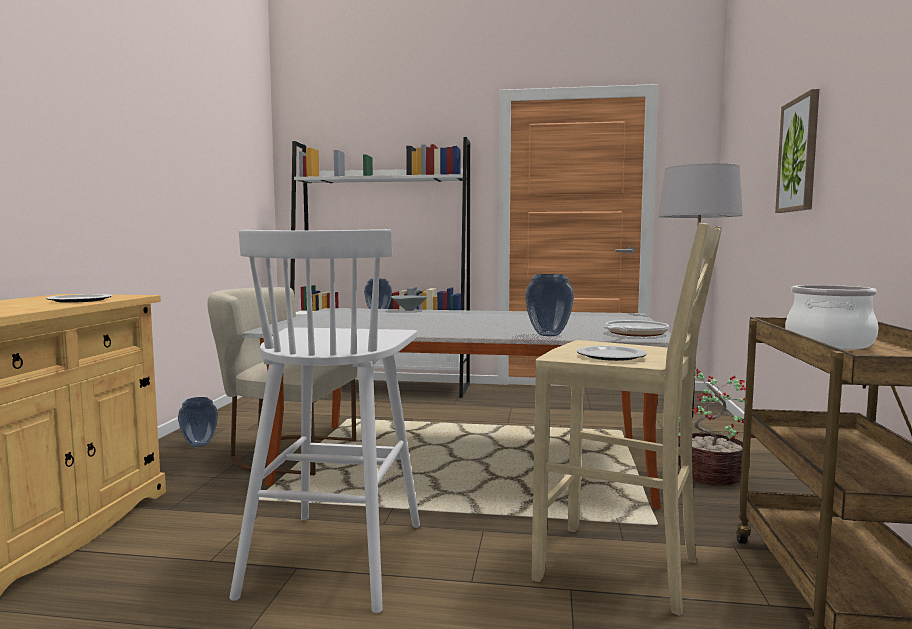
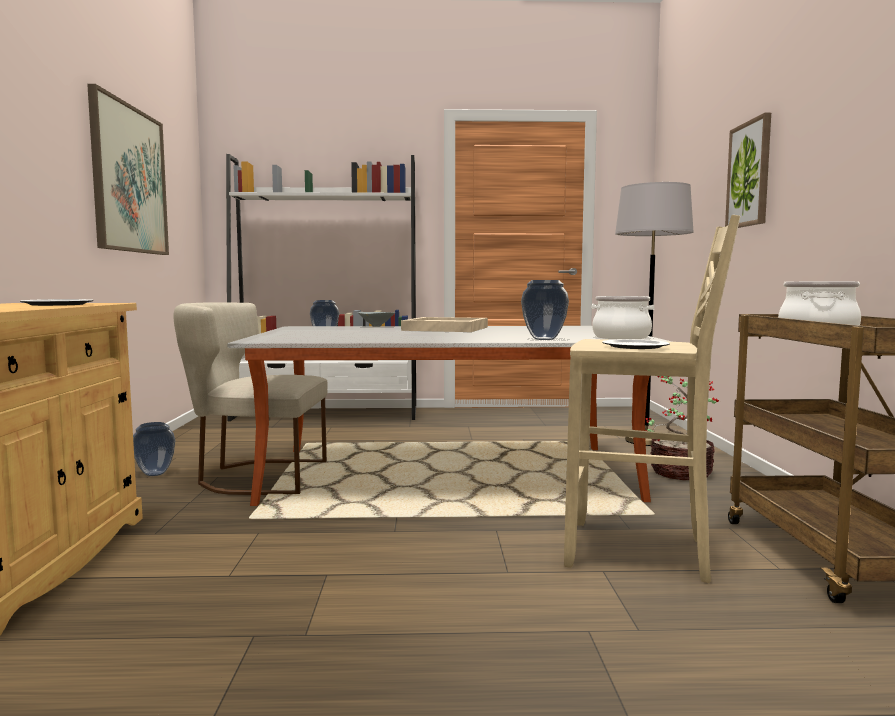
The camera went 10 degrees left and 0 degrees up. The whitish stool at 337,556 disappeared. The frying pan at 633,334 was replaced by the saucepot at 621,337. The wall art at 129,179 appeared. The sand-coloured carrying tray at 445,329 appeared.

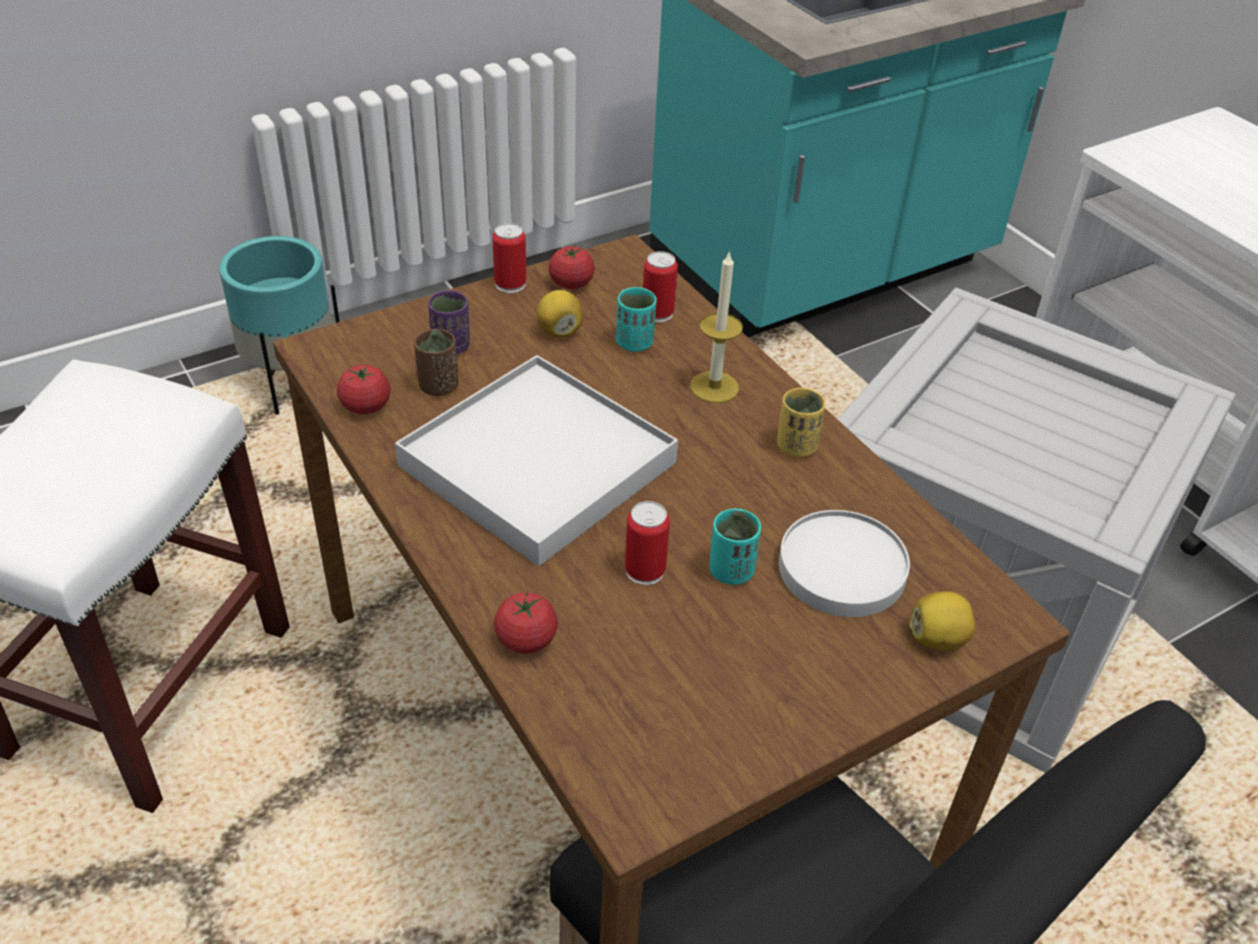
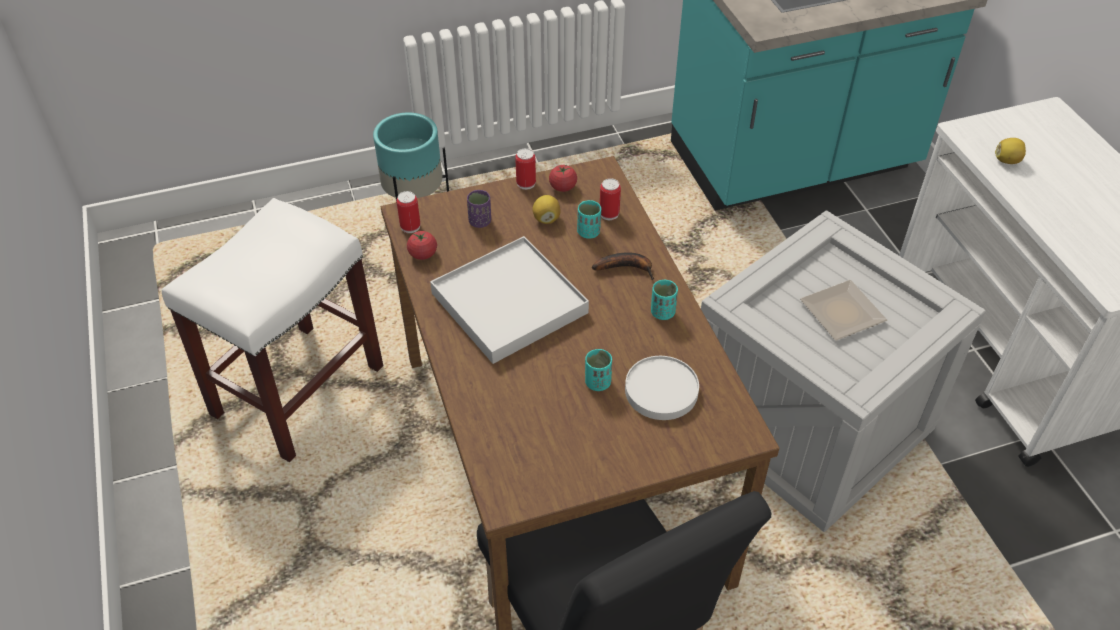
The camera went 15 degrees right and 5 degrees up. The brownish cup at 438,386 disappeared. The whole tomato at 526,639 disappeared. The sealed can moved from 645,570 to 410,226. The wax light at 714,387 was replaced by the banana at 627,268. The yellowish cup at 796,446 became the turquoise-coloured cup at 662,312. The whole lemon moved from 938,639 to 1007,160. The plate at 841,315 appeared.

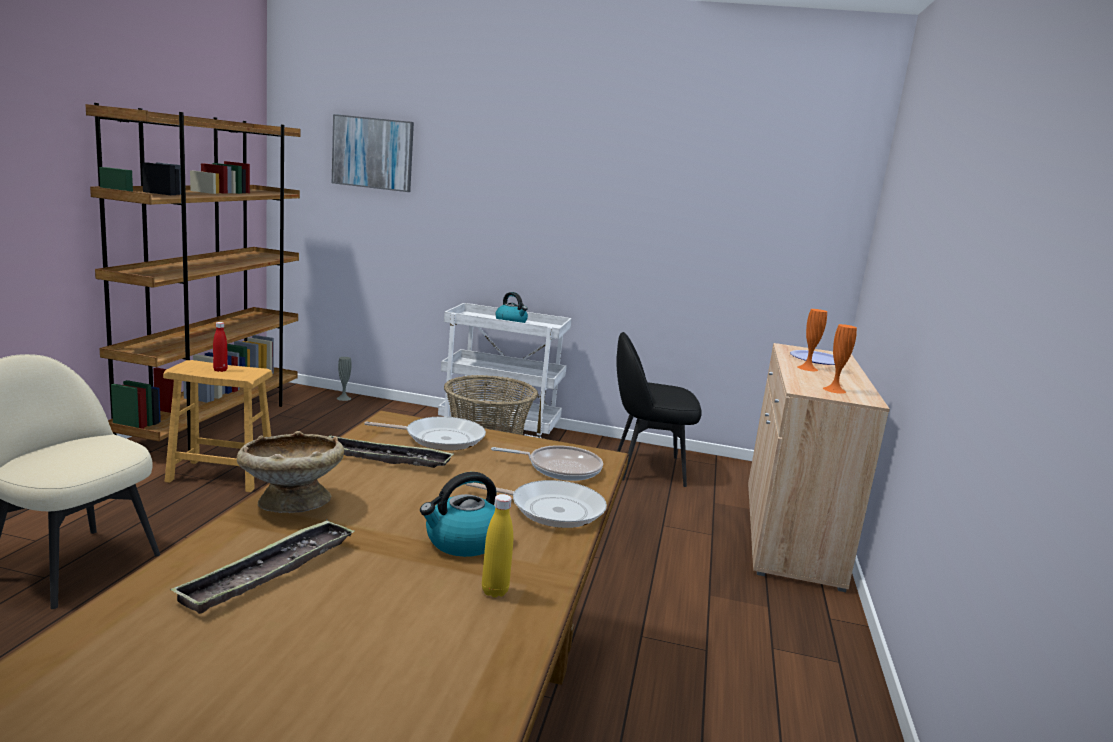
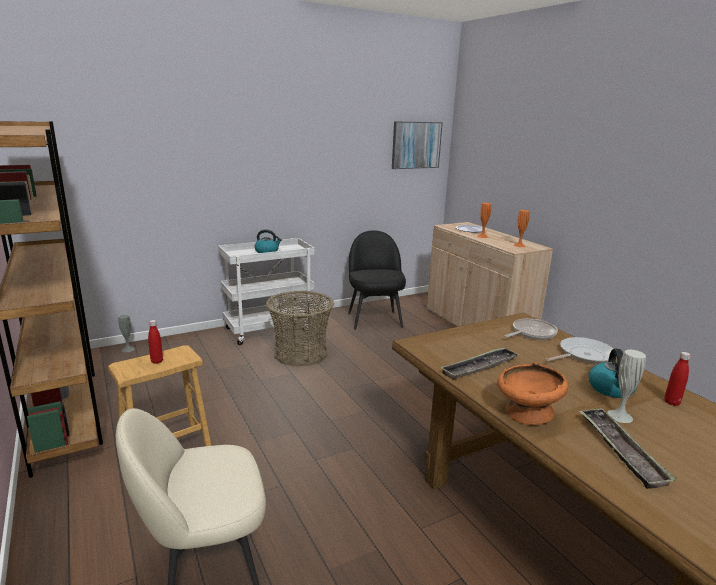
The camera went 40 degrees left and 5 degrees up. The sand-coloured deep dish at 290,503 became the orange-coloured deep dish at 526,414. The wall art moved from 373,153 to 416,145. The frying pan at 440,438 disappeared. The yellowish drink bottle at 494,591 became the reddish drink bottle at 671,402. The black-coloured plain chair at 646,468 turned 120 degrees clockwise. The whitish flower vase at 619,416 appeared.

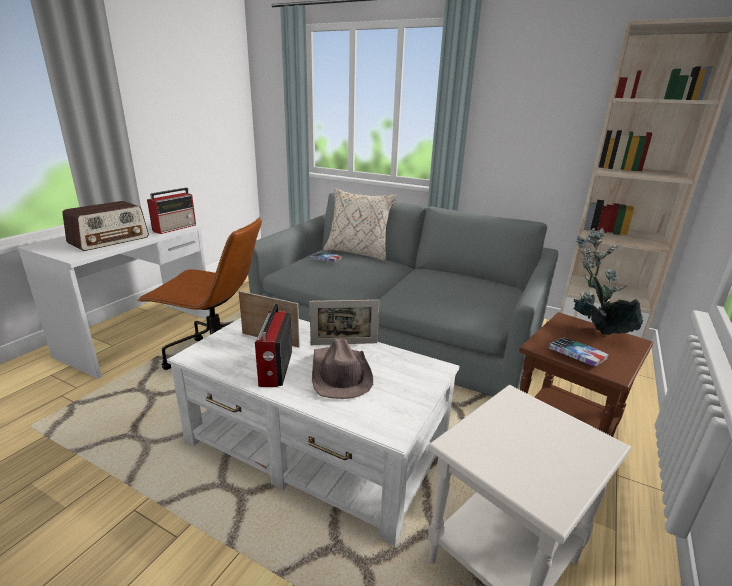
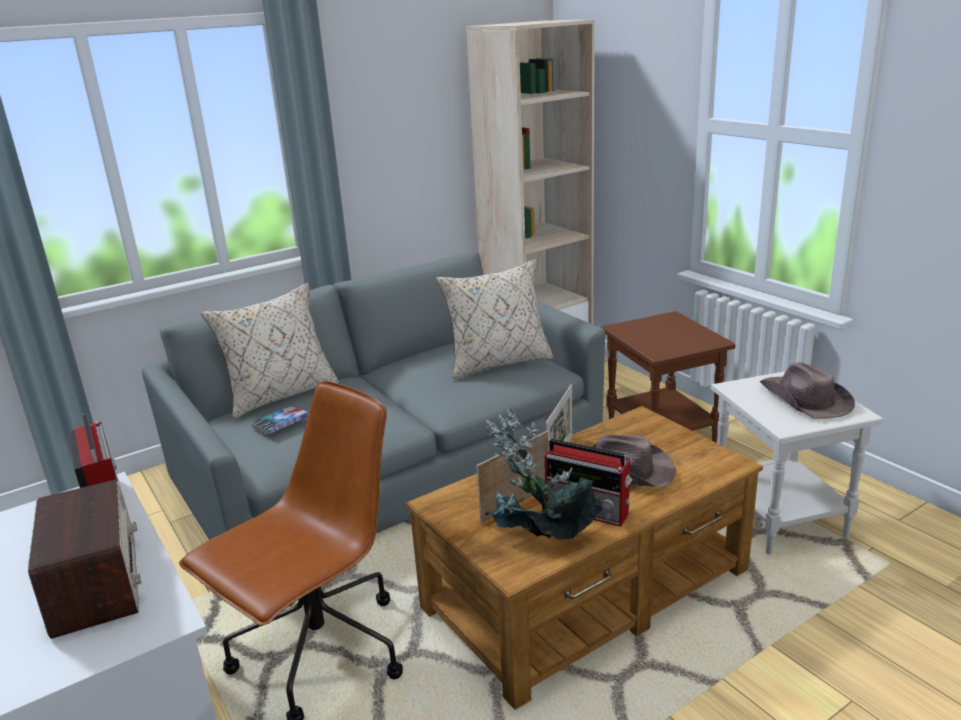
The camera went 60 degrees left and 0 degrees up. The whitish low table at 315,446 became the brownish low table at 589,589. The volume at 577,356 disappeared. The potted plant moved from 593,333 to 539,543. The sand-coloured cushion at 497,363 appeared. The brownish hat at 804,399 appeared.

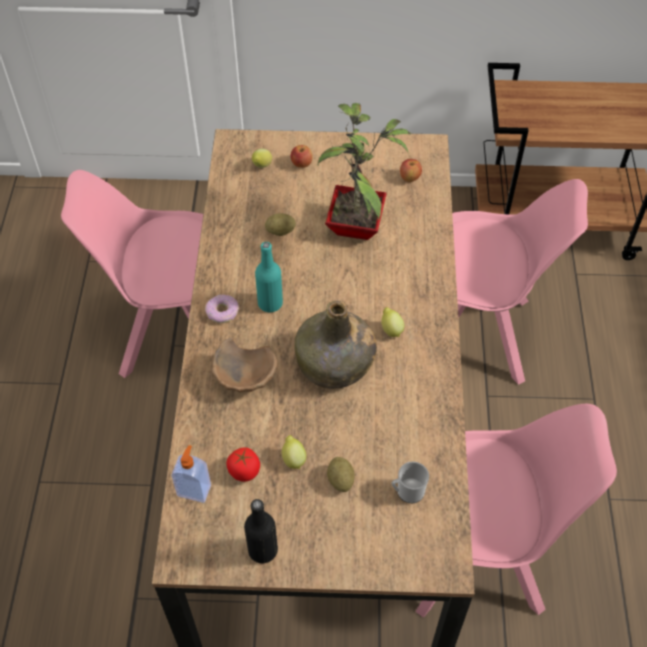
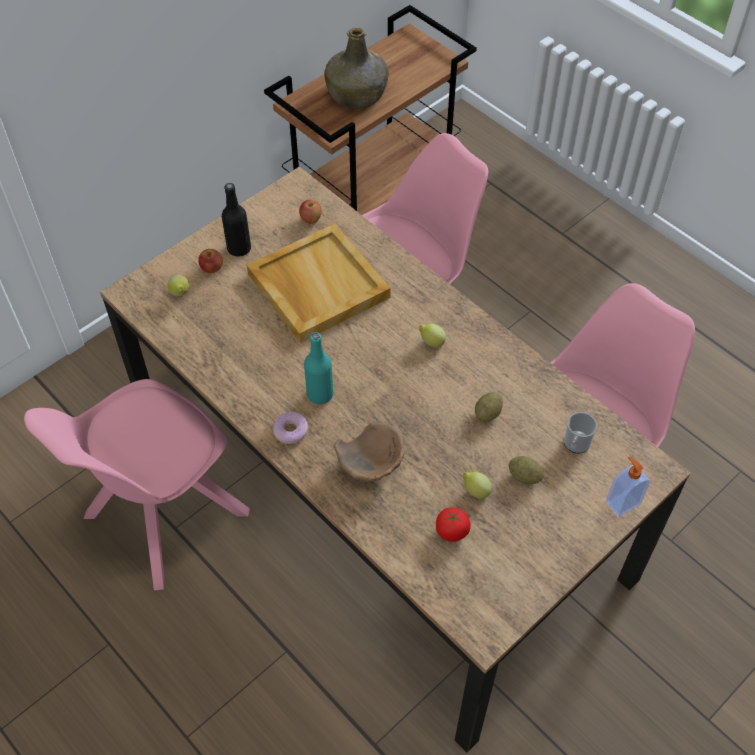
The camera went 45 degrees left and 0 degrees up. The soap bottle moved from 194,489 to 622,502. The black-coloured drink bottle moved from 263,550 to 239,248. The spud moved from 280,231 to 488,413. The green drink bottle moved from 335,364 to 357,94. The potted plant at 358,227 was replaced by the sand-coloured carrying tray at 317,285.

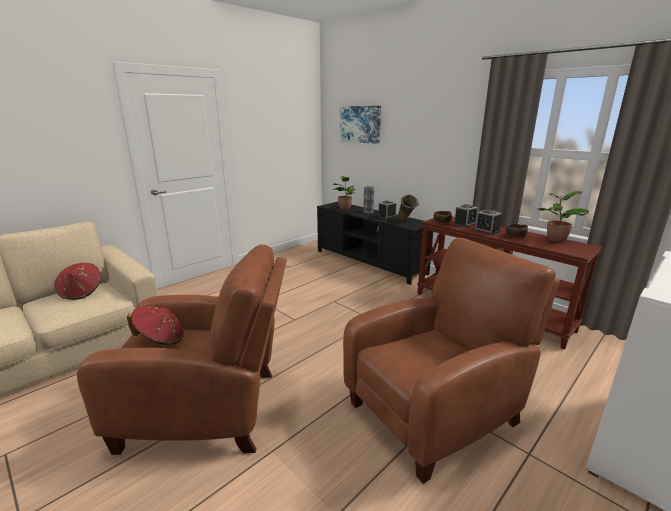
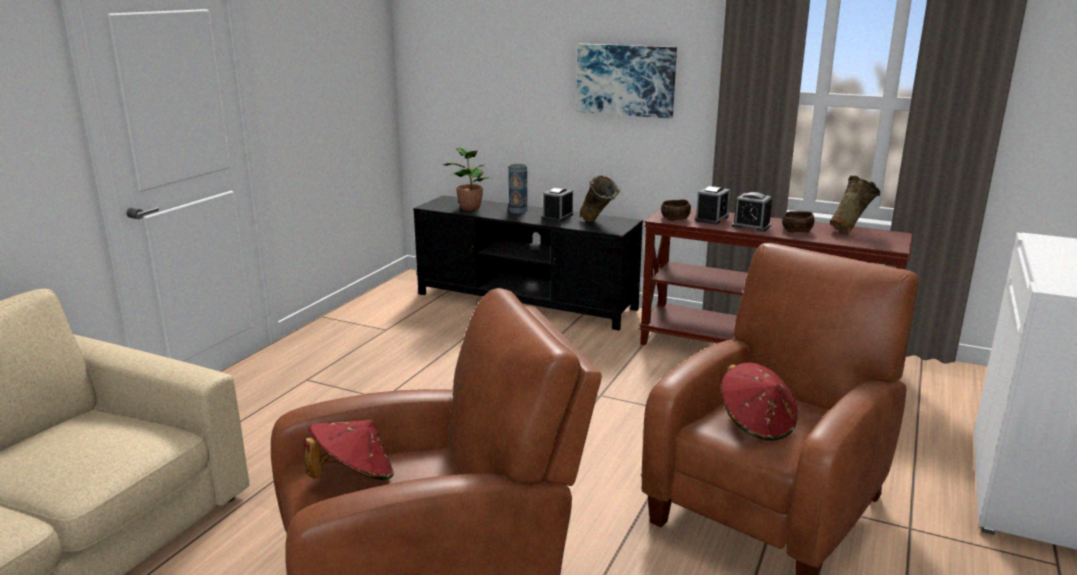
The camera went 20 degrees left and 0 degrees up. The reddish hat moved from 81,292 to 756,424. The wall art moved from 360,124 to 626,80. The potted plant at 555,240 was replaced by the sand-coloured flower vase at 851,230.

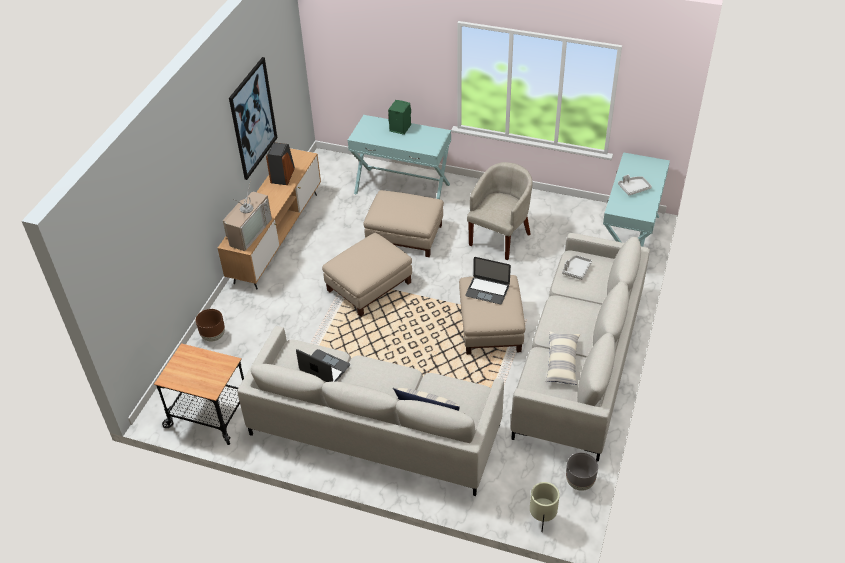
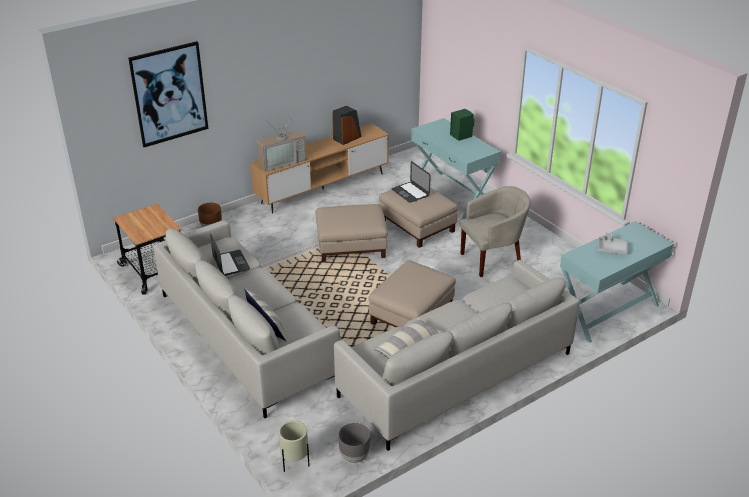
The camera went 35 degrees right and 10 degrees down. The wall art moved from 253,118 to 169,94. The notebook computer moved from 487,290 to 410,192. The gray carrying tray at 576,270 disappeared.

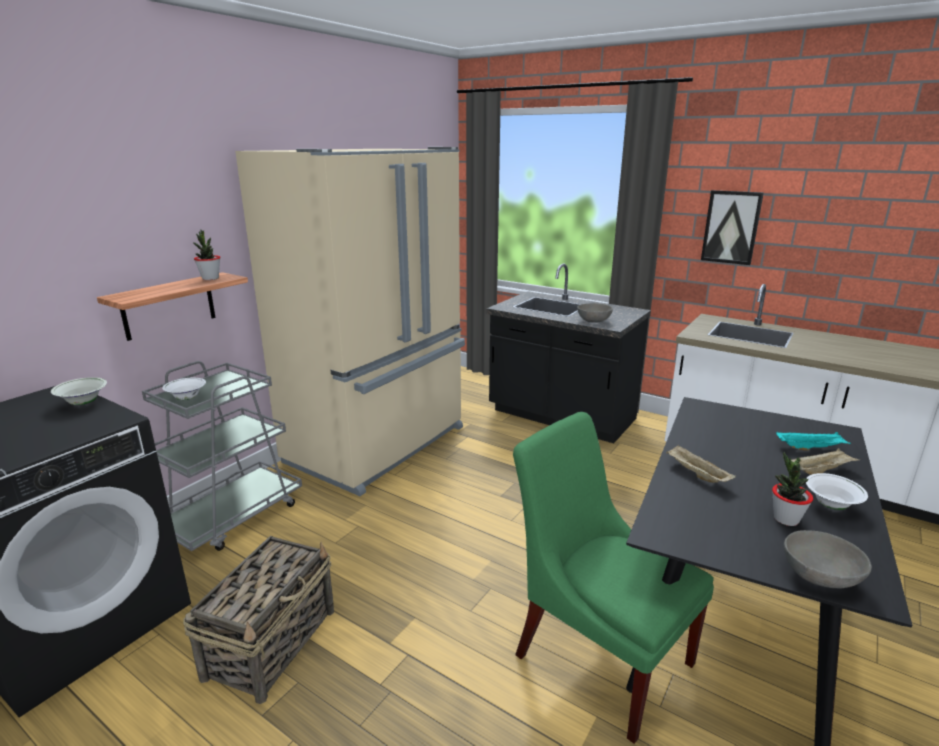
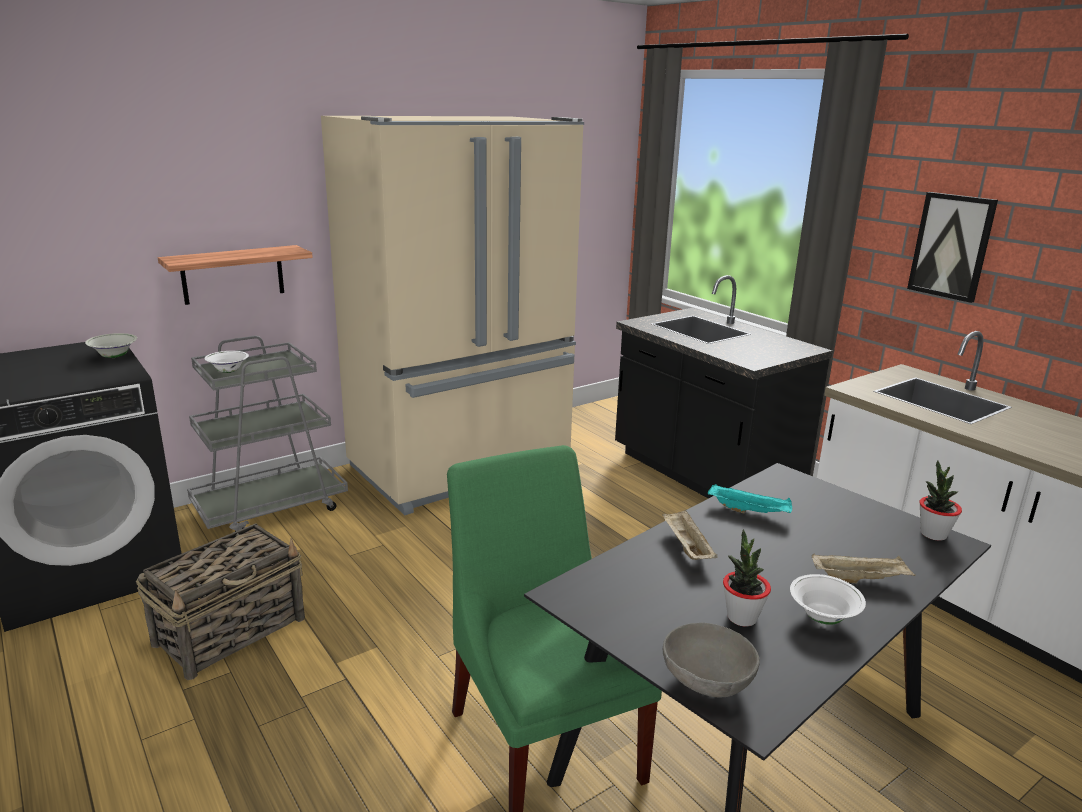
The camera went 20 degrees right and 0 degrees up. The potted plant moved from 210,278 to 933,534. The gray deep dish at 594,321 disappeared. The turquoise-coloured carrying tray moved from 810,448 to 749,511.

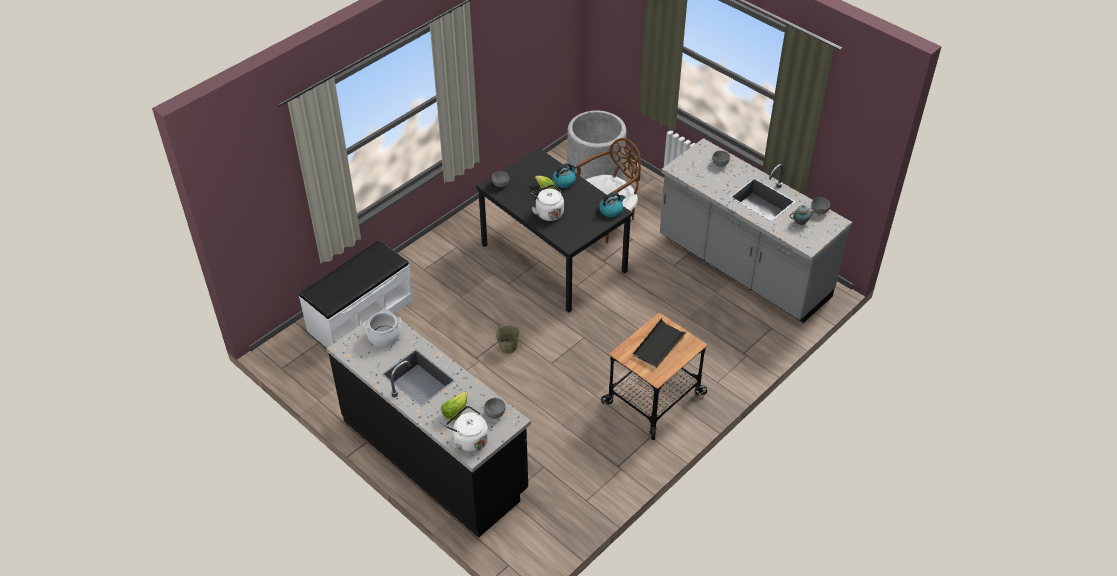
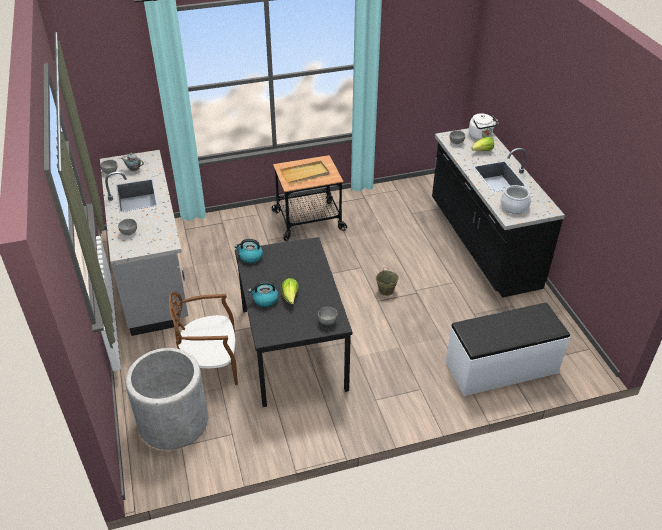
The camera went 150 degrees left and 5 degrees down. The whitish kettle at 548,212 disappeared. The black-coloured carrying tray at 659,345 became the sand-coloured carrying tray at 305,174.

